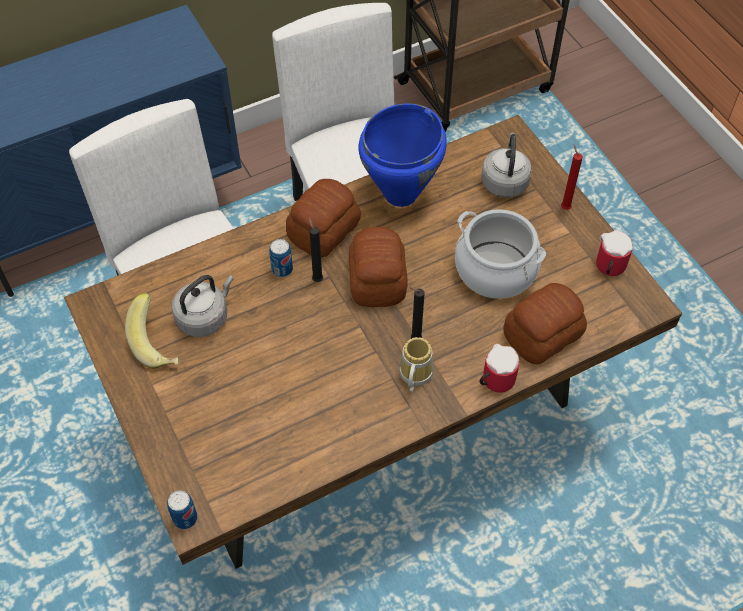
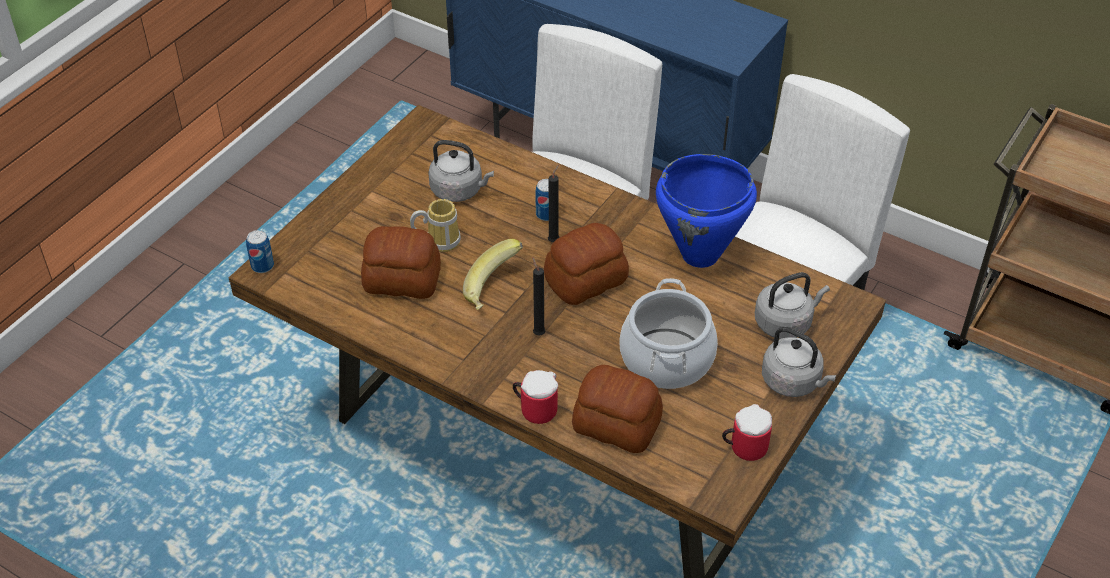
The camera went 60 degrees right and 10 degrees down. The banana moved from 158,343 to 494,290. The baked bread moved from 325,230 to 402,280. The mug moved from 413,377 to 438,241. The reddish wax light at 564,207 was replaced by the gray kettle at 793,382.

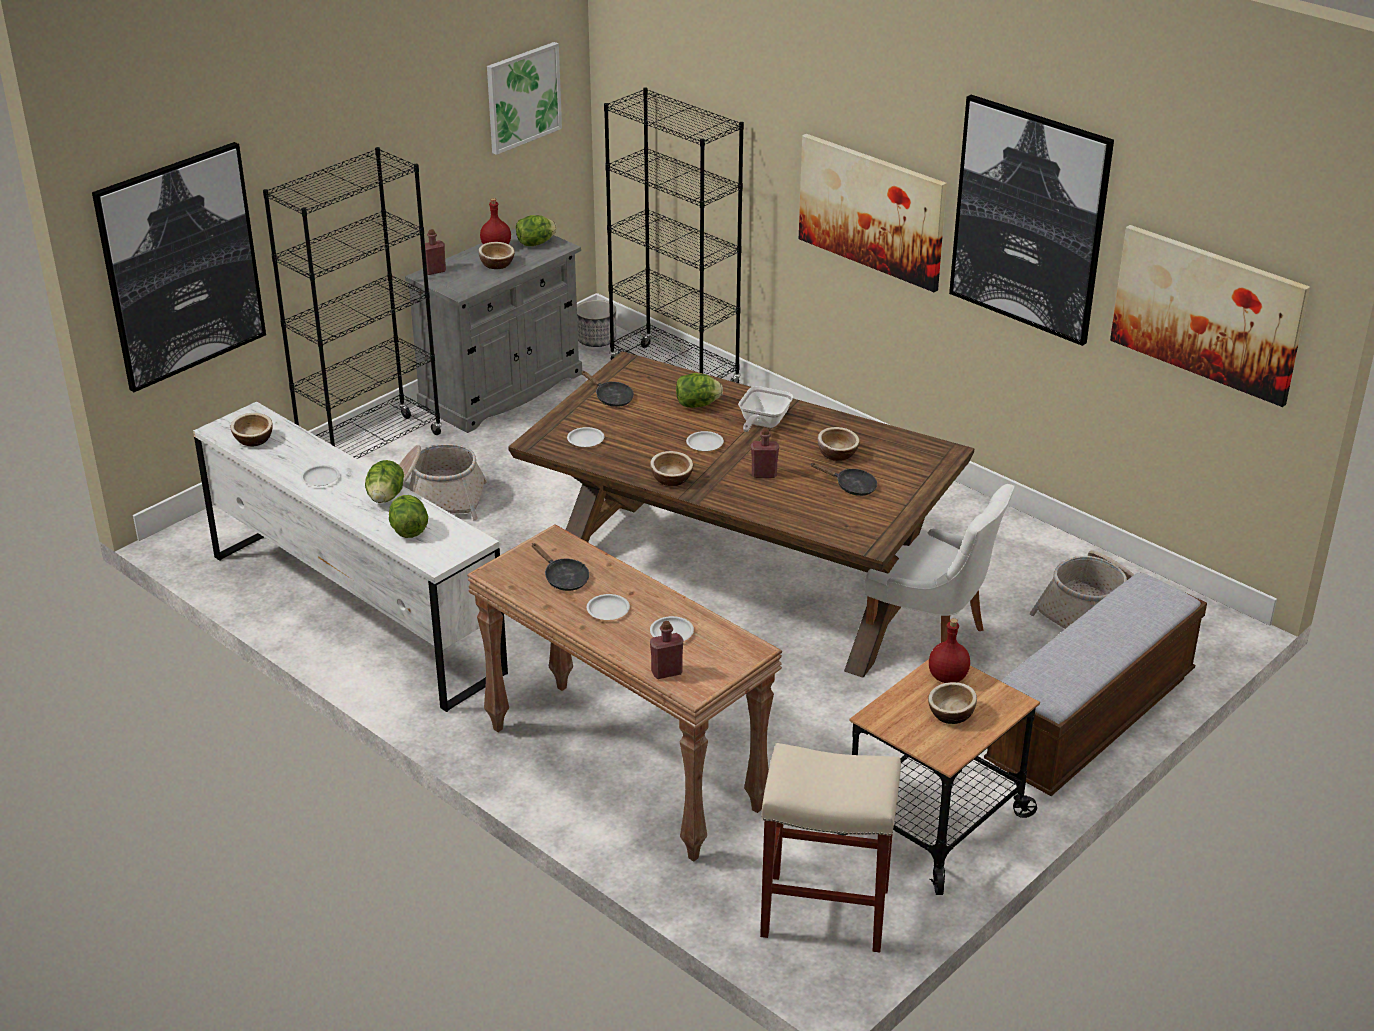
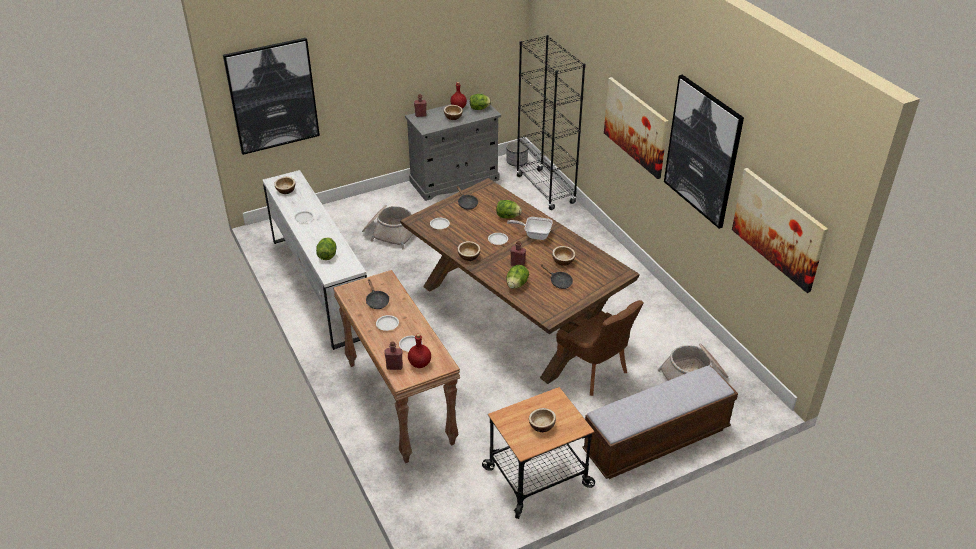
The camera went 20 degrees right and 5 degrees up. The black-coloured shelving unit at 371,450 disappeared. The lettuce moved from 385,497 to 516,285. The wall art at 523,97 disappeared. The frying pan at 762,424 turned 60 degrees clockwise. The sand-coloured stool at 823,912 disappeared. The whitish plain chair at 929,641 became the brownish plain chair at 594,372. The reddish drink bottle moved from 948,678 to 420,364.

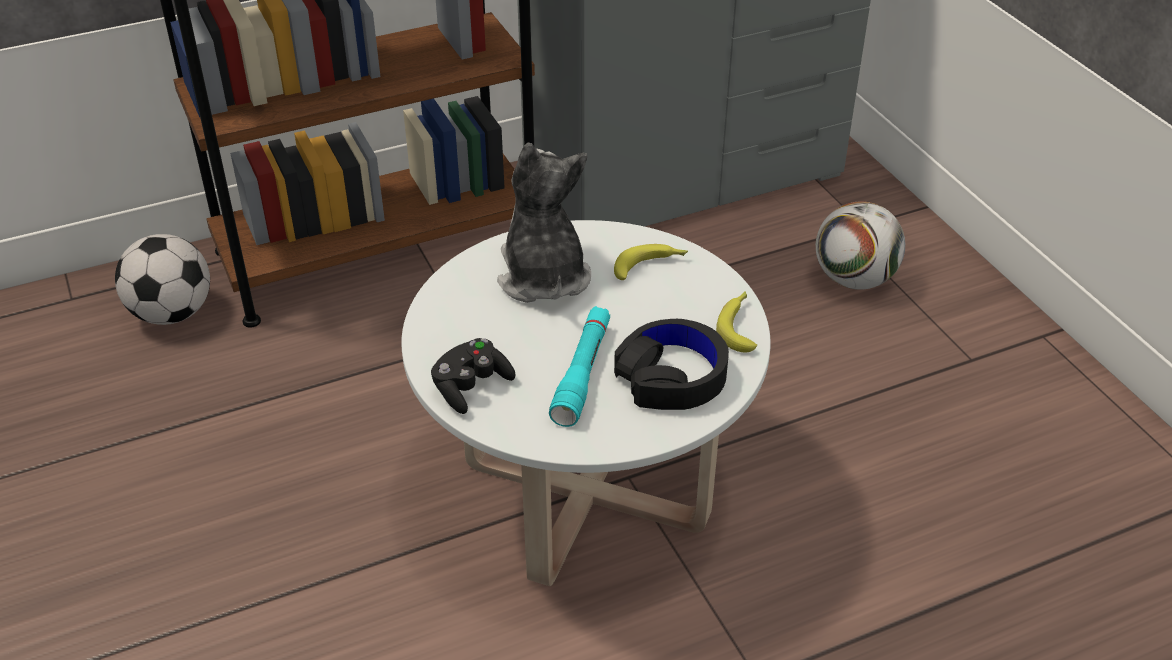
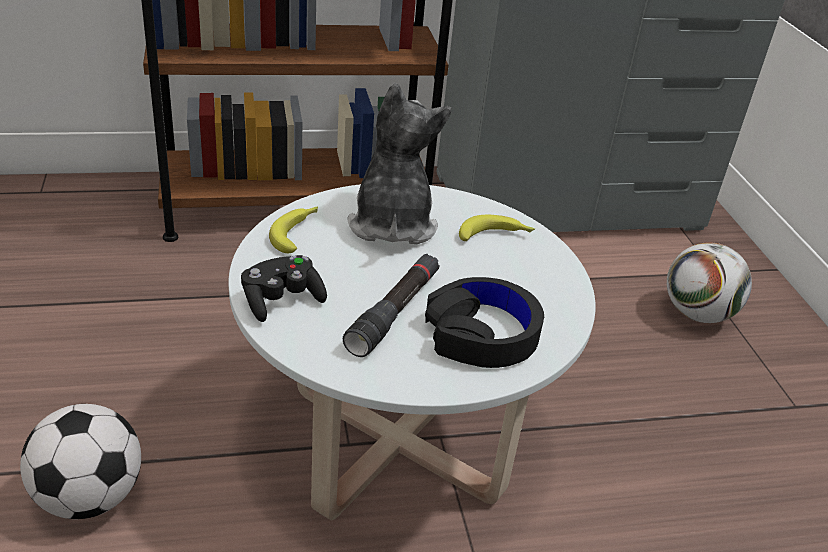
The camera went 10 degrees right and 5 degrees down. The football moved from 172,313 to 90,497. The turquoise-coloured flashlight at 582,373 became the black-coloured flashlight at 394,312. The banana moved from 739,326 to 297,233.

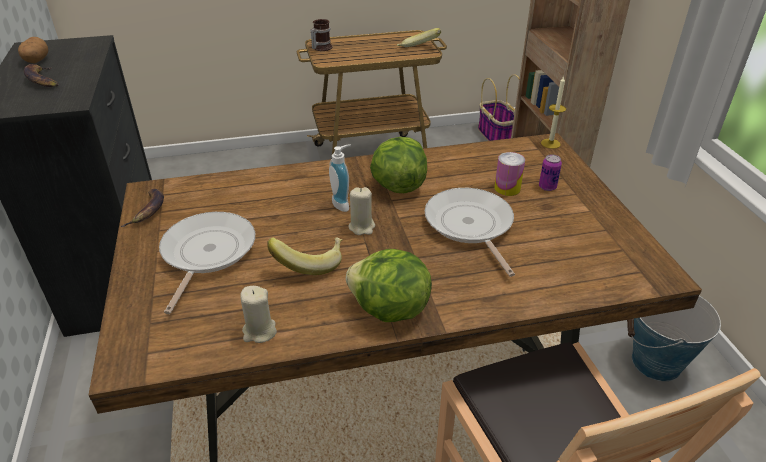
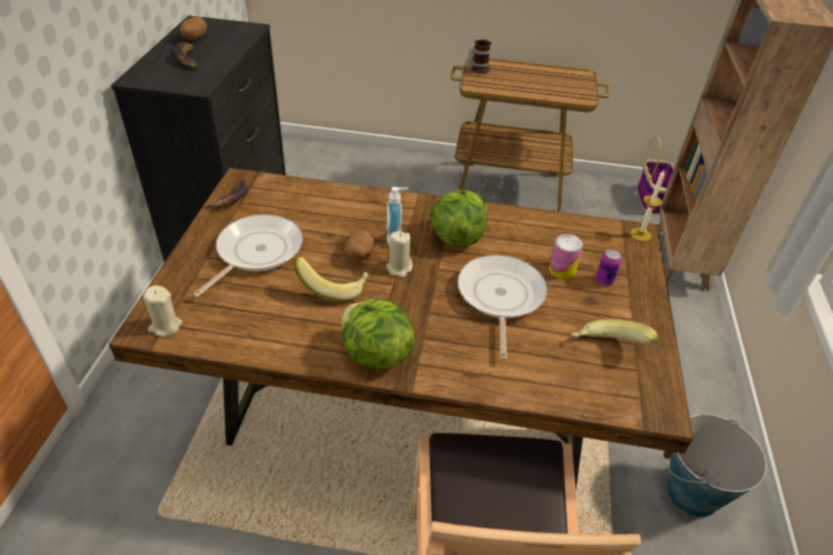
The camera went 20 degrees right and 5 degrees up. The sand-coloured wax light moved from 259,331 to 165,326. The banana moved from 418,49 to 608,349. The spud at 360,254 appeared.

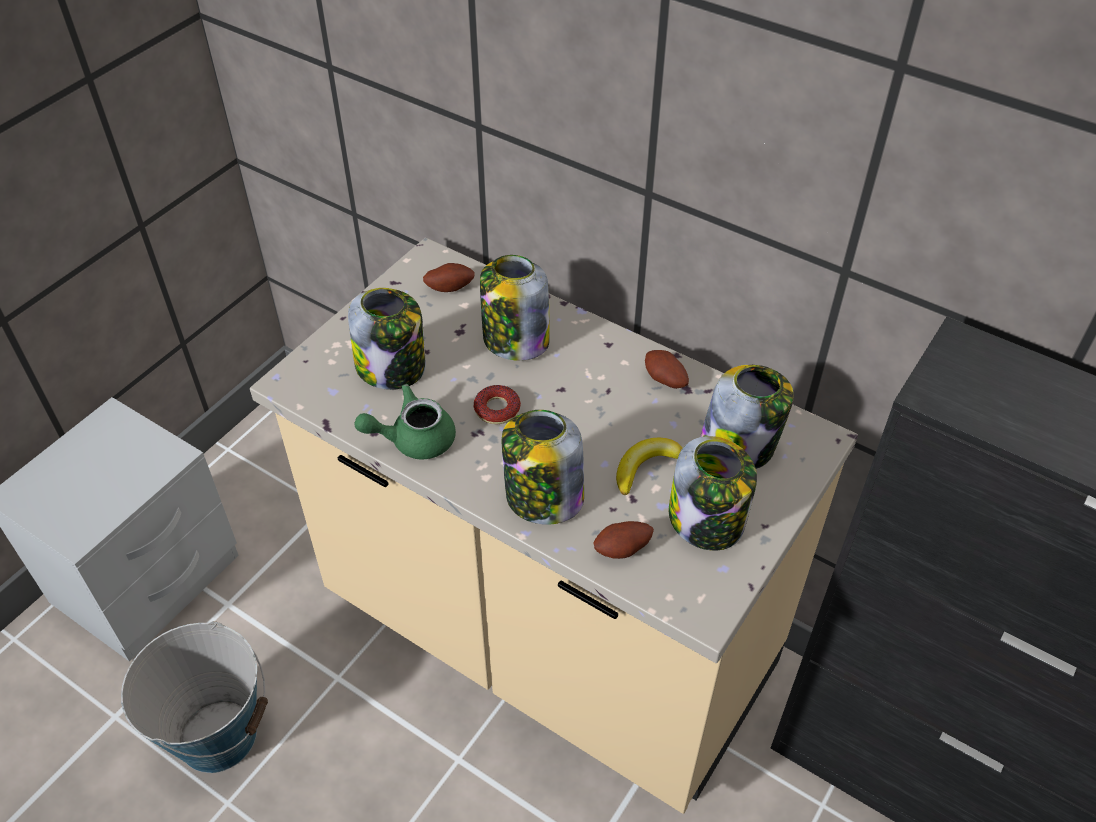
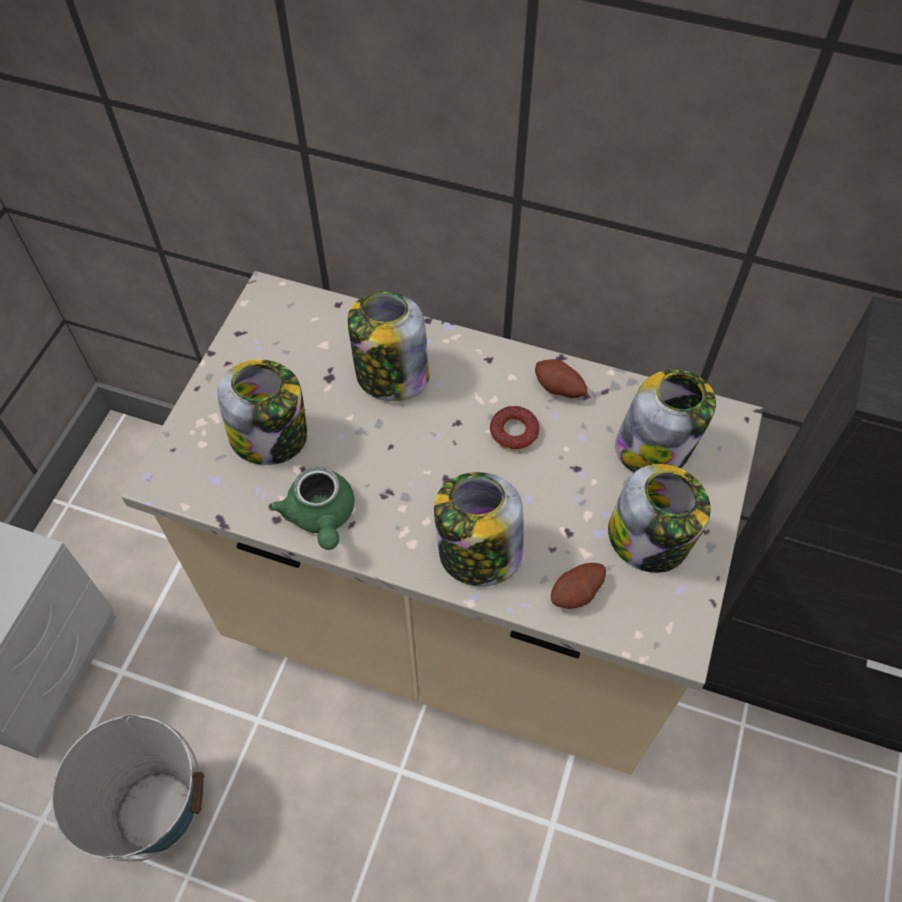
The camera went 15 degrees left and 10 degrees up. The green tea pot at 413,439 turned 75 degrees counterclockwise. The spud at 449,287 disappeared. The ring doughnut moved from 497,409 to 514,432. The banana at 649,469 disappeared.

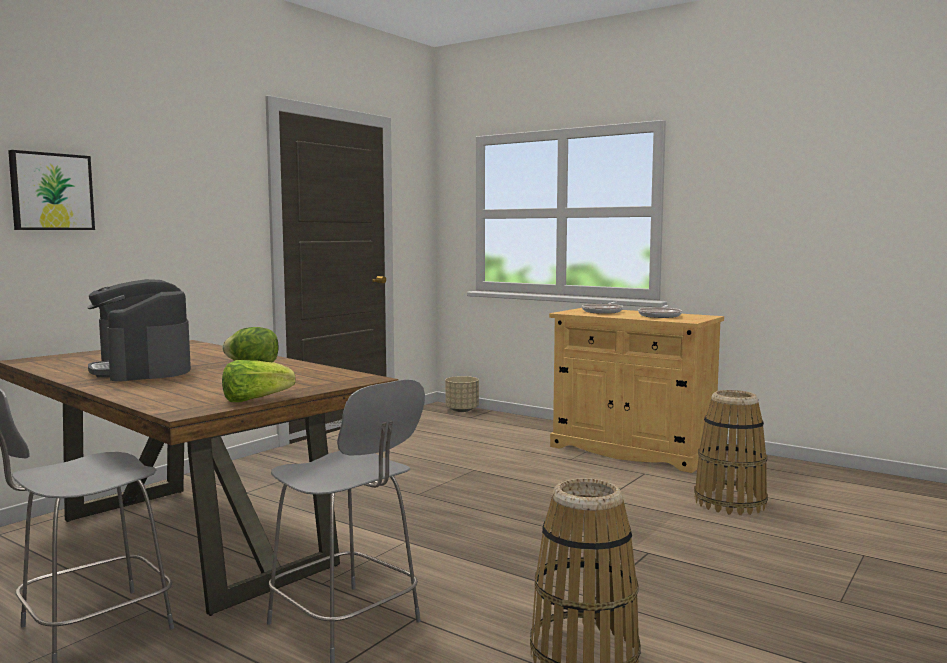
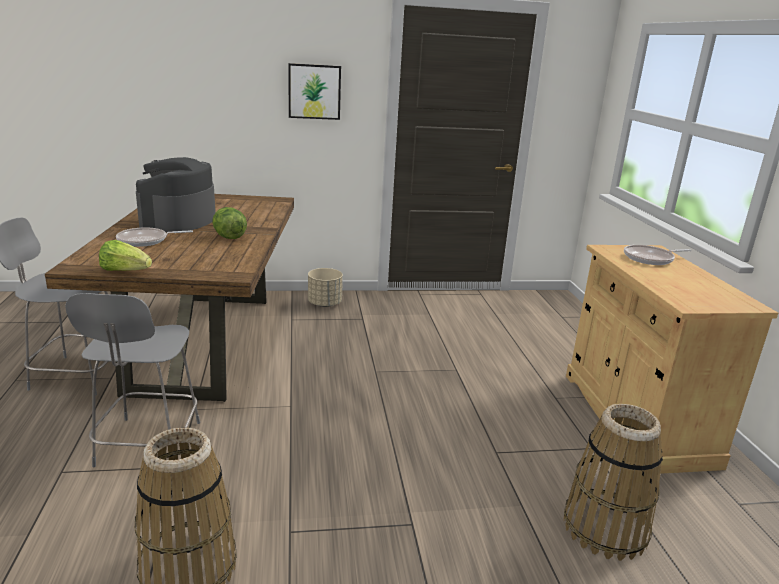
The camera went 45 degrees right and 15 degrees up. The wall art moved from 51,191 to 314,91. The sand-coloured plant pot moved from 462,410 to 325,304. The frying pan moved from 660,316 to 145,241.

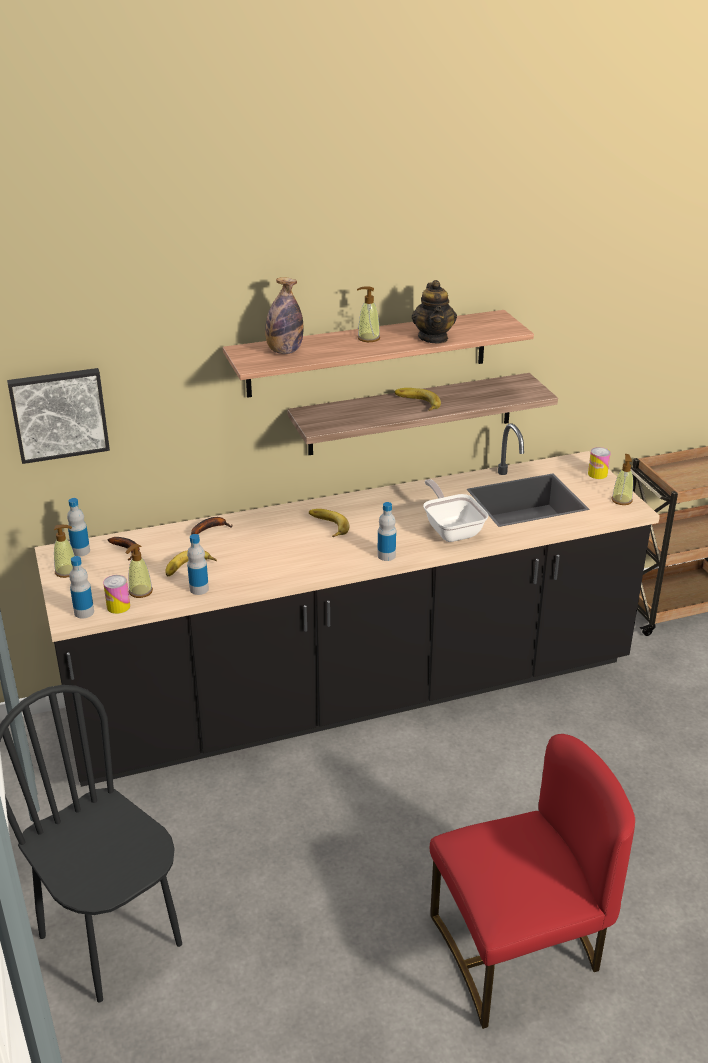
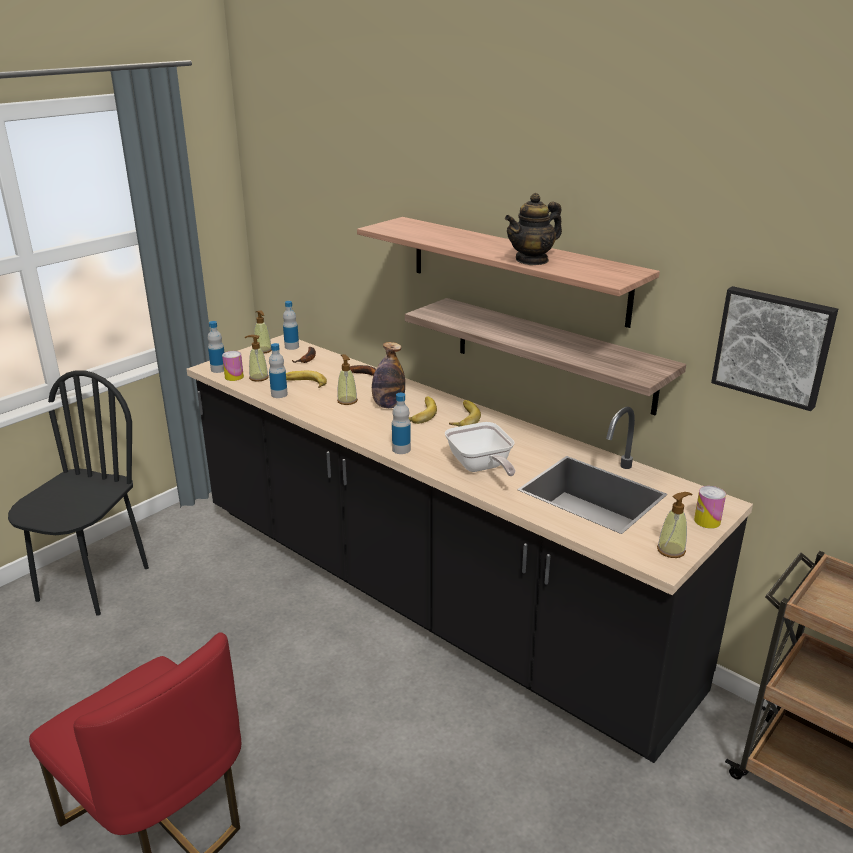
The camera went 60 degrees right and 5 degrees down. The wall art moved from 59,414 to 773,346. The drink bottle moved from 284,351 to 388,405. The soap bottle moved from 368,338 to 347,401. The banana moved from 416,403 to 462,417. The frying pan at 451,529 turned 120 degrees clockwise.

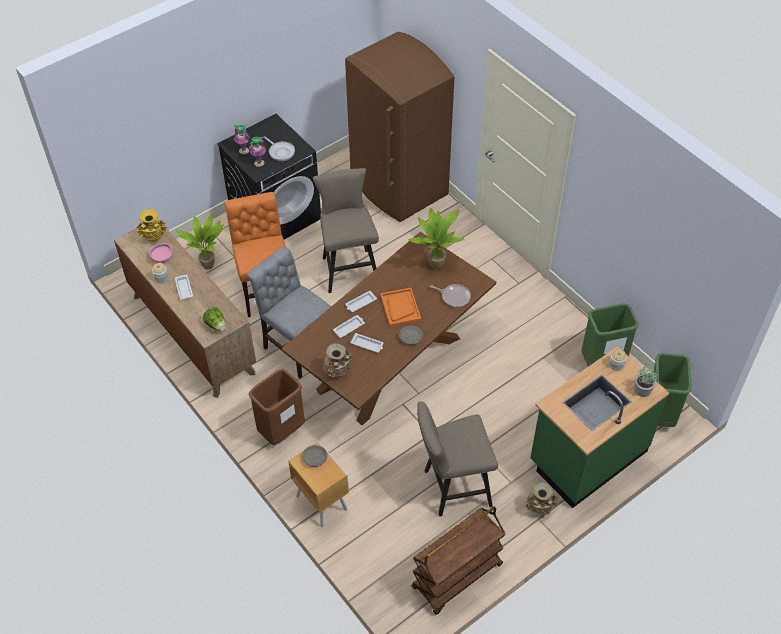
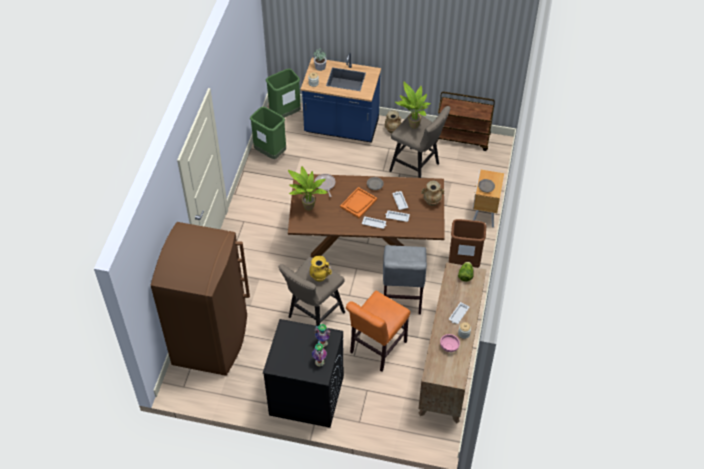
The camera went 130 degrees left and 0 degrees up. The yellowish flower vase moved from 154,238 to 319,276. The potted plant moved from 209,264 to 412,126. The frying pan at 280,152 disappeared. The green kitchen base unit at 587,456 became the blue kitchen base unit at 341,128.

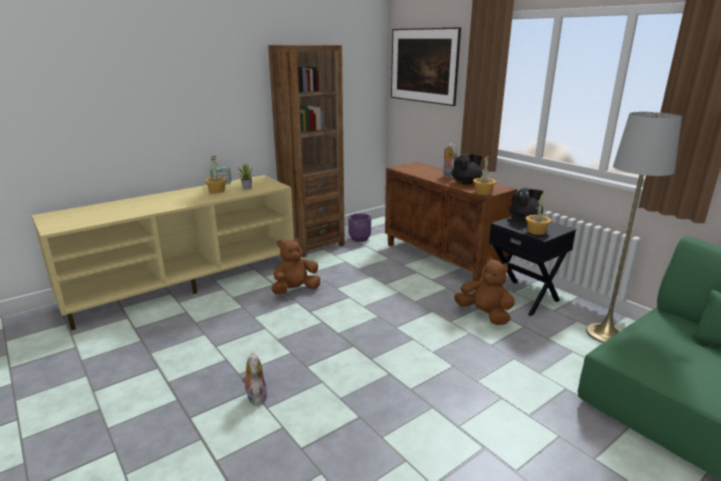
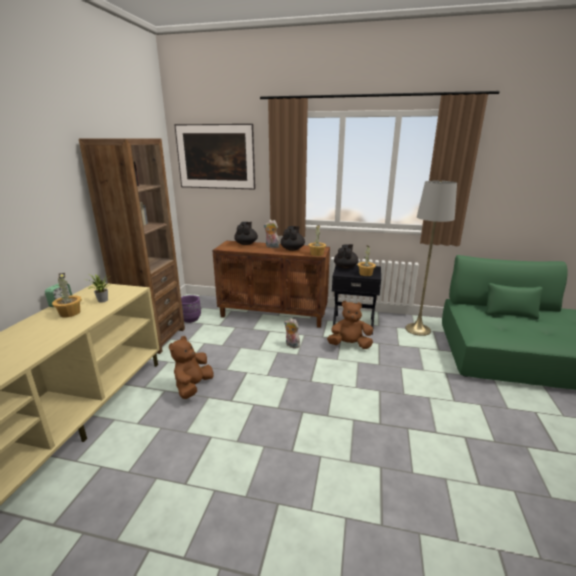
The camera went 40 degrees left and 0 degrees up. The plush toy moved from 255,396 to 291,345. The black-coloured tea pot at 246,243 appeared.

